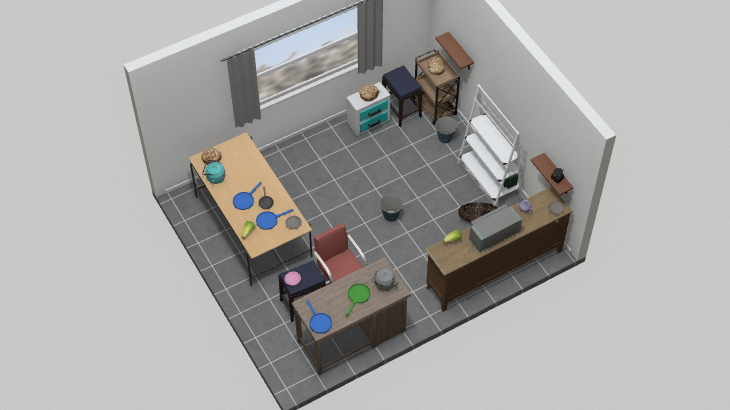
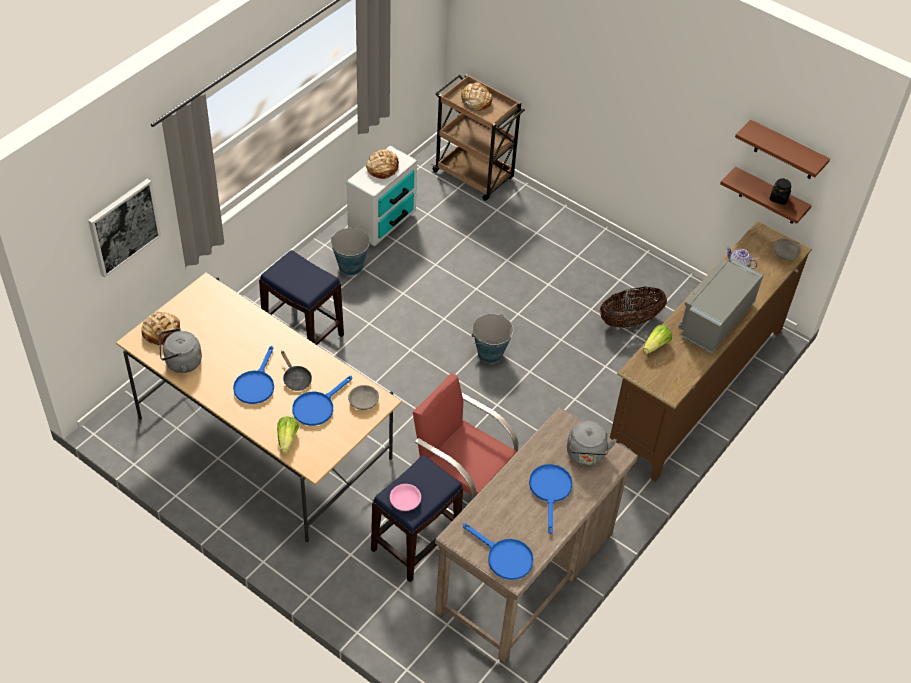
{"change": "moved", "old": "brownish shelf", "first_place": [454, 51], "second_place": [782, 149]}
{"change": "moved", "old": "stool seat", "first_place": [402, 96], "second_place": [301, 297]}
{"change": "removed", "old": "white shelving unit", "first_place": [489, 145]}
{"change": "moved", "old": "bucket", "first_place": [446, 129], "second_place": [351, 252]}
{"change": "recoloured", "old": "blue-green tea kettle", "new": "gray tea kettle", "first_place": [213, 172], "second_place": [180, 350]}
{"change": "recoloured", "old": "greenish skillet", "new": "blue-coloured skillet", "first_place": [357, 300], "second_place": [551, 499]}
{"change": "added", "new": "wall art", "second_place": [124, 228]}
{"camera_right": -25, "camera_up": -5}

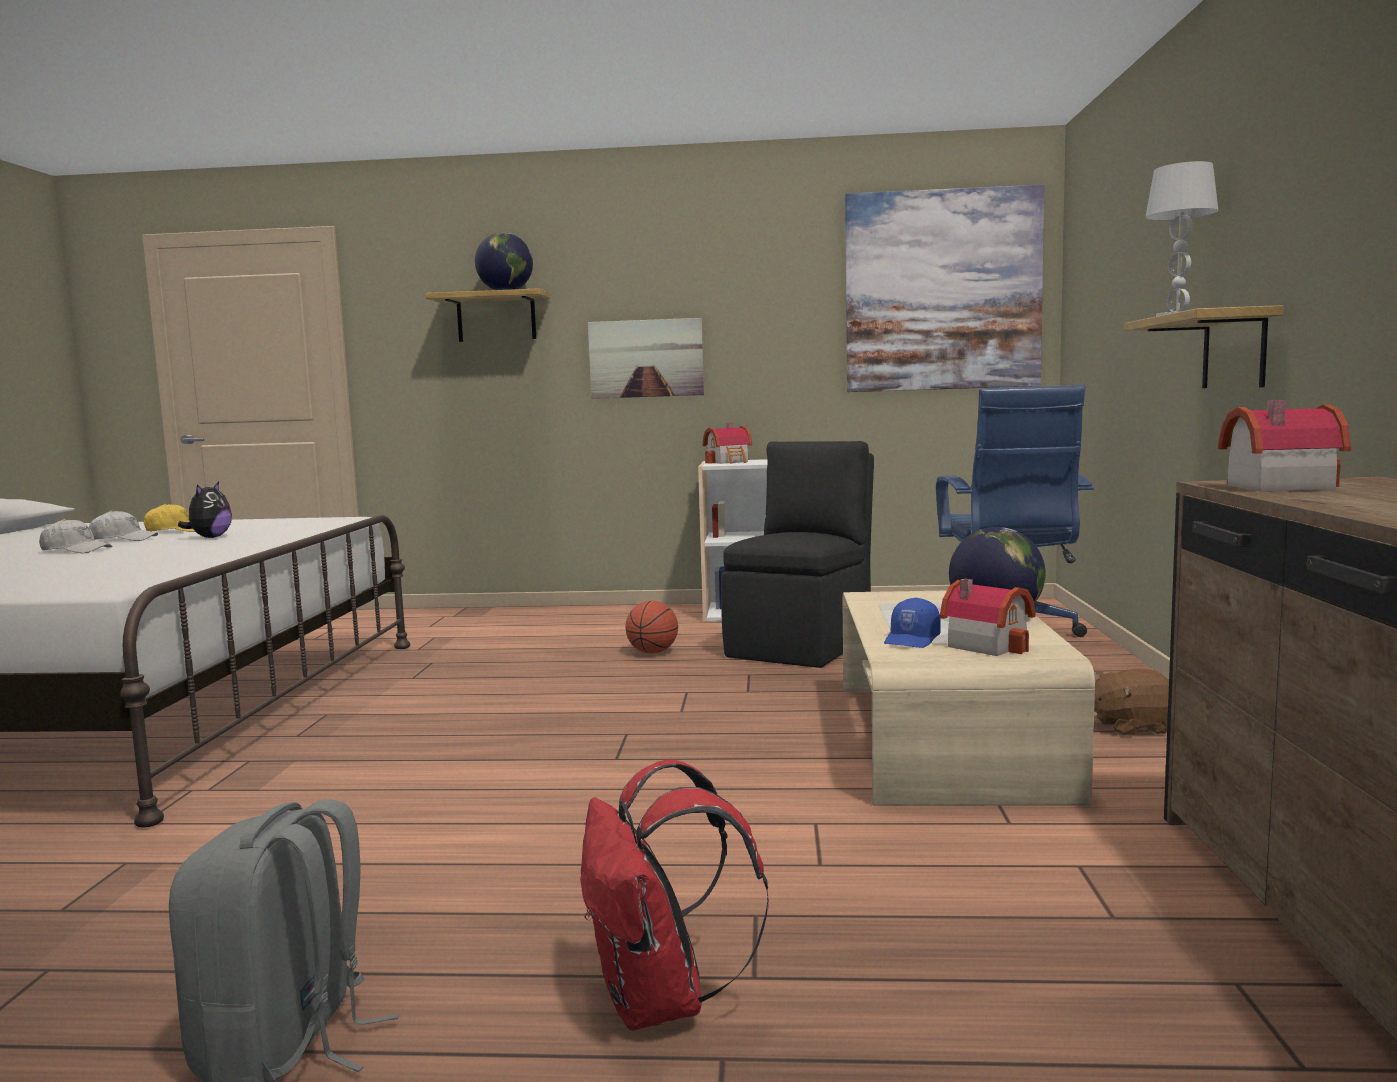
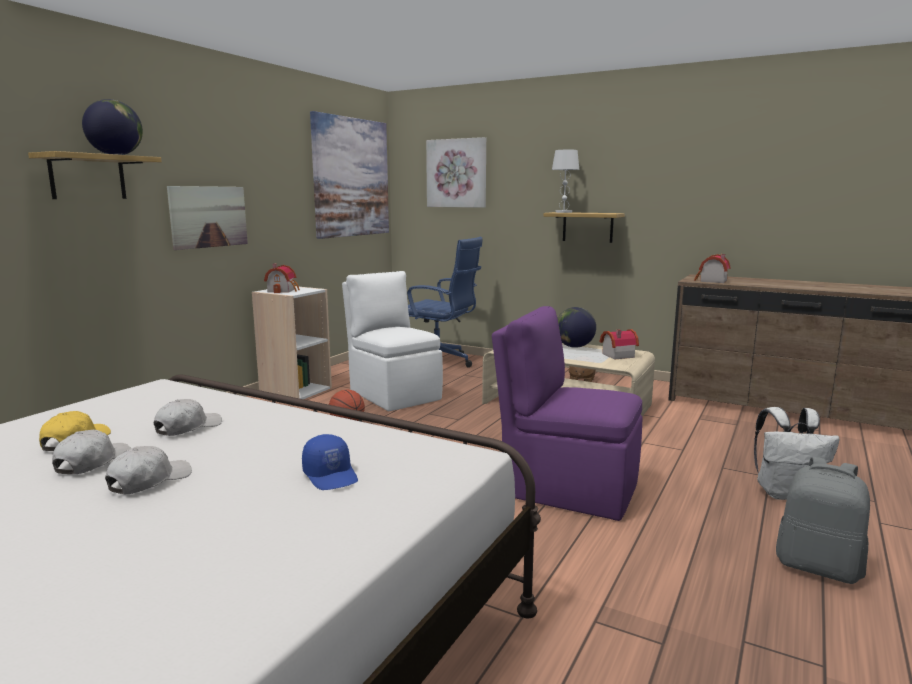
{"change": "recoloured", "old": "black-coloured chair", "new": "white chair", "first_place": [797, 554], "second_place": [392, 341]}
{"change": "replaced", "old": "plush toy", "new": "white cap", "first_place": [205, 510], "second_place": [188, 417]}
{"change": "moved", "old": "blue-coloured cap", "first_place": [912, 623], "second_place": [330, 462]}
{"change": "recoloured", "old": "red-coloured rucksack", "new": "white rucksack", "first_place": [674, 895], "second_place": [797, 453]}
{"change": "added", "new": "wall art", "second_place": [456, 172]}
{"change": "added", "new": "purple-coloured chair", "second_place": [567, 413]}
{"camera_right": -65, "camera_up": 5}

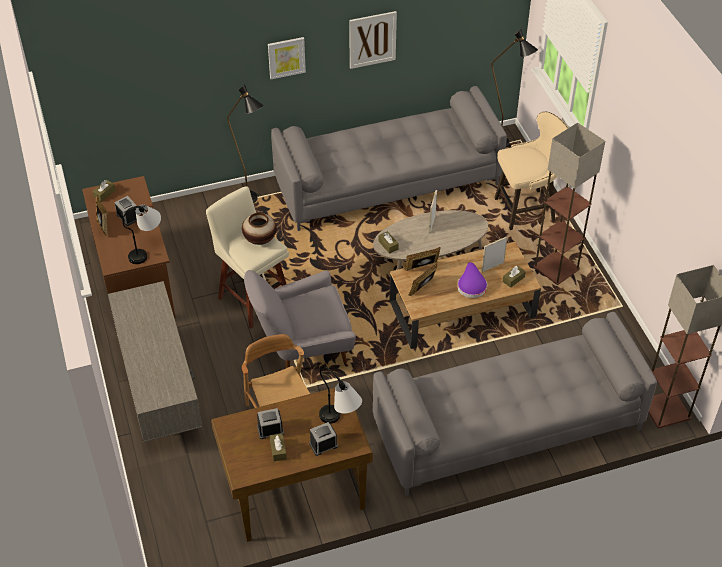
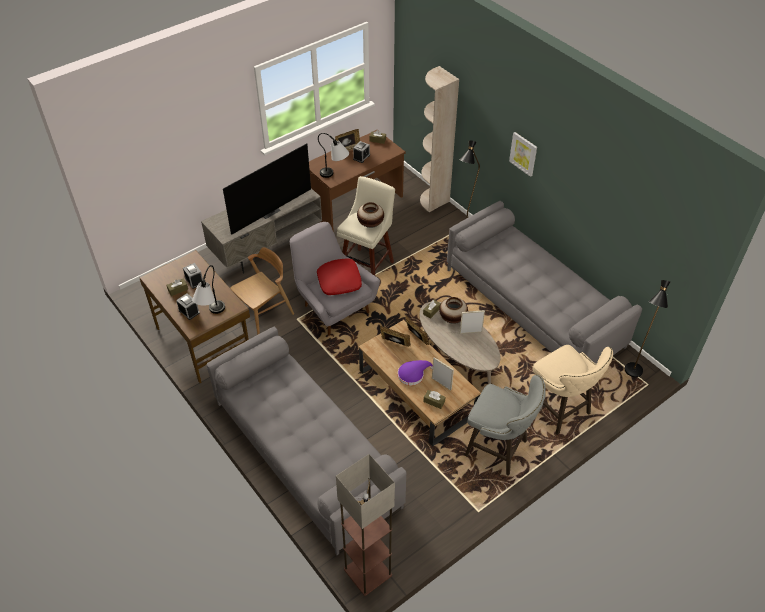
{"change": "removed", "old": "wall art", "first_place": [373, 40]}
{"change": "replaced", "old": "standard lamp", "new": "gray stool seat", "first_place": [569, 203], "second_place": [505, 425]}
{"change": "added", "new": "beige shelving unit", "second_place": [439, 139]}
{"change": "added", "new": "TV", "second_place": [267, 189]}
{"change": "added", "new": "red-coloured throw pillow", "second_place": [339, 277]}
{"change": "added", "new": "vase", "second_place": [453, 310]}
{"camera_right": 70, "camera_up": 0}

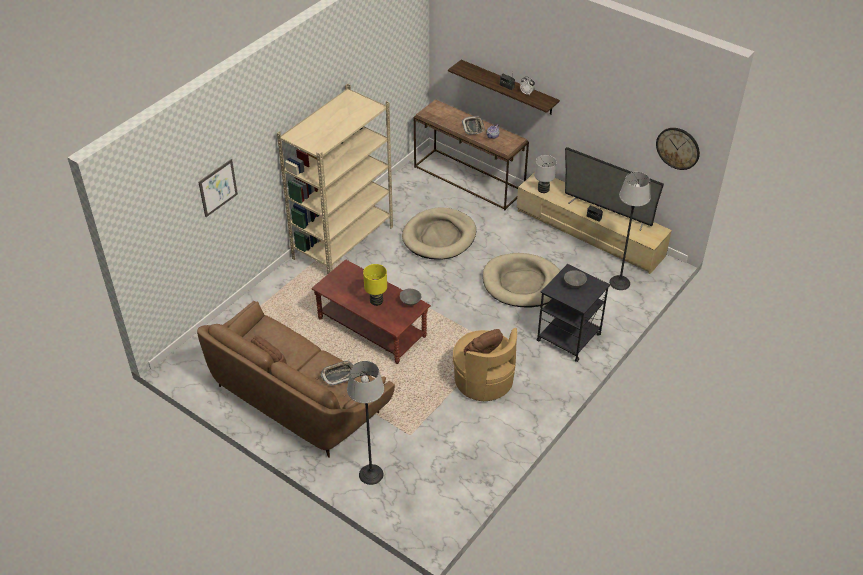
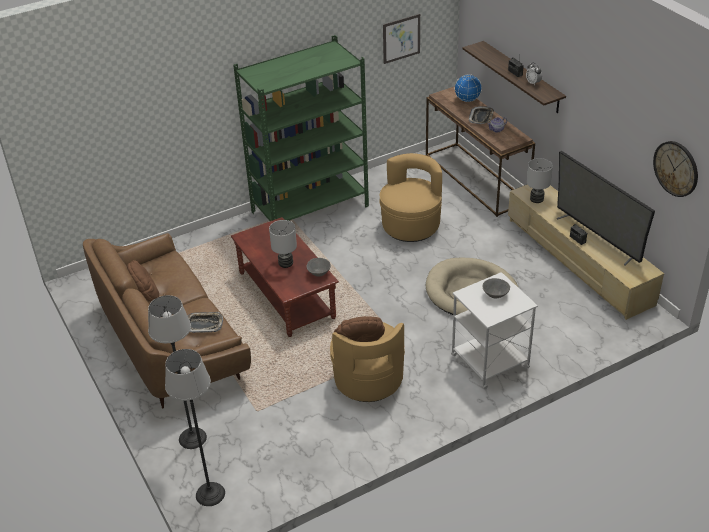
{"change": "recoloured", "old": "beige shelving unit", "new": "greenish shelving unit", "first_place": [335, 179], "second_place": [301, 128]}
{"change": "moved", "old": "wall art", "first_place": [218, 188], "second_place": [401, 39]}
{"change": "moved", "old": "standard lamp", "first_place": [630, 231], "second_place": [195, 427]}
{"change": "replaced", "old": "beige dog cushion", "new": "beige easy chair", "first_place": [439, 233], "second_place": [410, 197]}
{"change": "recoloured", "old": "yellow-coloured tabletop lamp", "new": "gray tabletop lamp", "first_place": [375, 285], "second_place": [283, 244]}
{"change": "recoloured", "old": "black-coloured trolley", "new": "white trolley", "first_place": [573, 313], "second_place": [494, 330]}
{"change": "added", "new": "world globe", "second_place": [468, 88]}
{"camera_right": 25, "camera_up": -5}

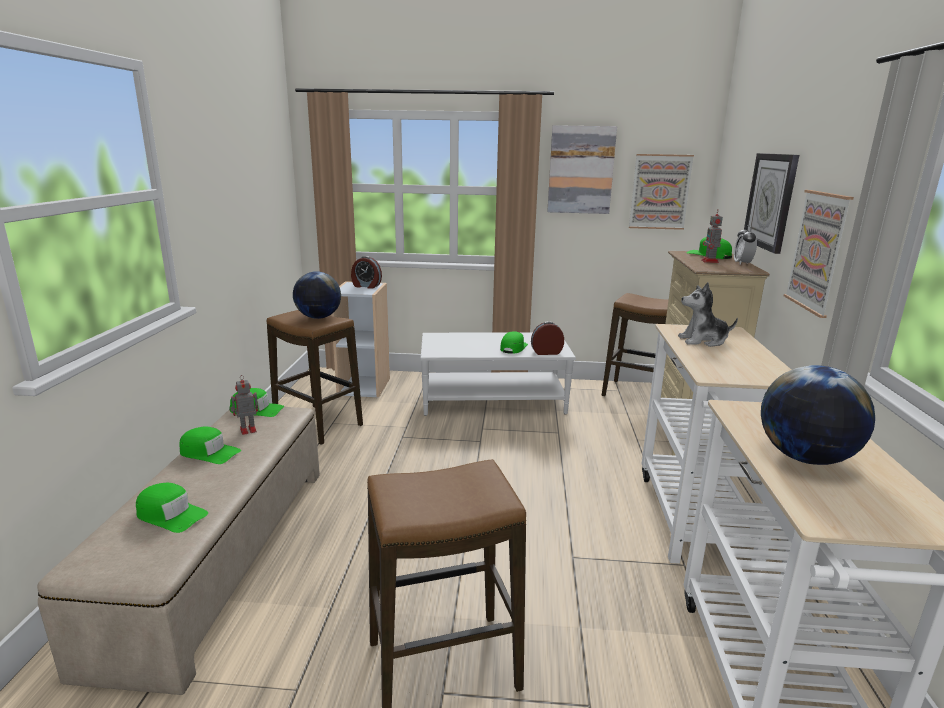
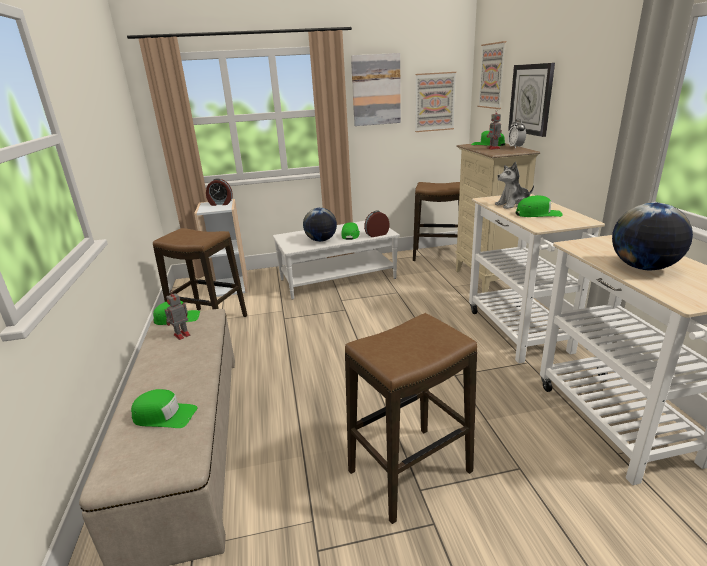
{"change": "moved", "old": "wall art", "first_place": [819, 254], "second_place": [492, 75]}
{"change": "moved", "old": "world globe", "first_place": [317, 295], "second_place": [320, 225]}
{"change": "moved", "old": "greenish cap", "first_place": [210, 445], "second_place": [539, 206]}
{"camera_right": -15, "camera_up": 5}

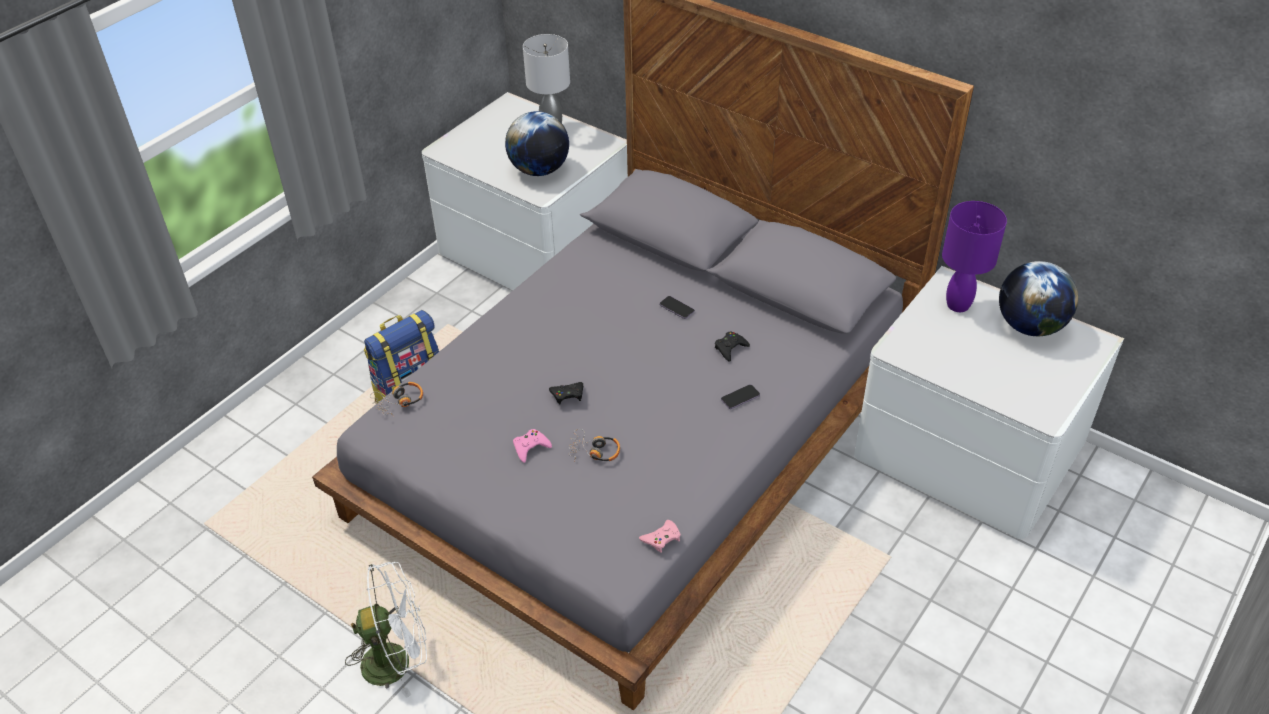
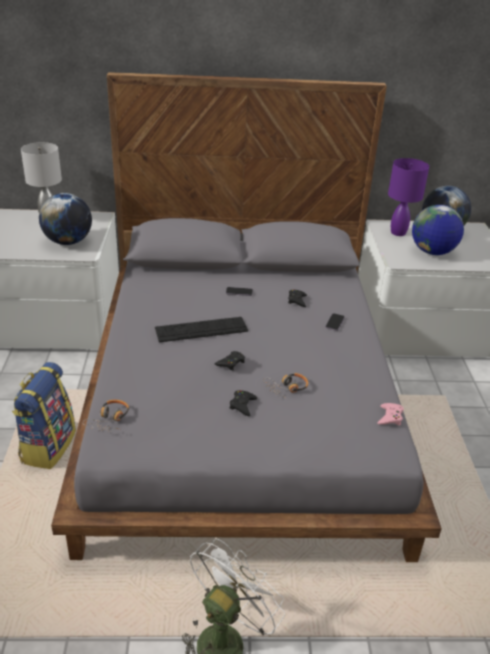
{"change": "recoloured", "old": "pinkish game controller", "new": "black-coloured game controller", "first_place": [532, 446], "second_place": [243, 403]}
{"change": "added", "new": "world globe", "second_place": [438, 230]}
{"change": "added", "new": "keyboard", "second_place": [201, 329]}
{"camera_right": -40, "camera_up": -10}

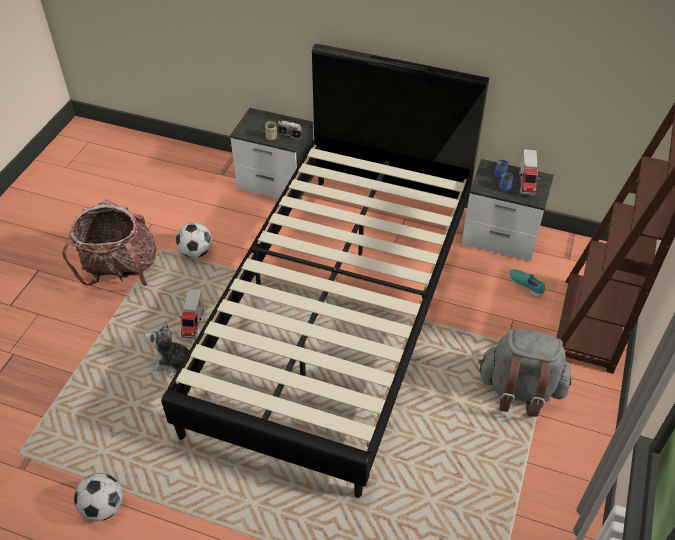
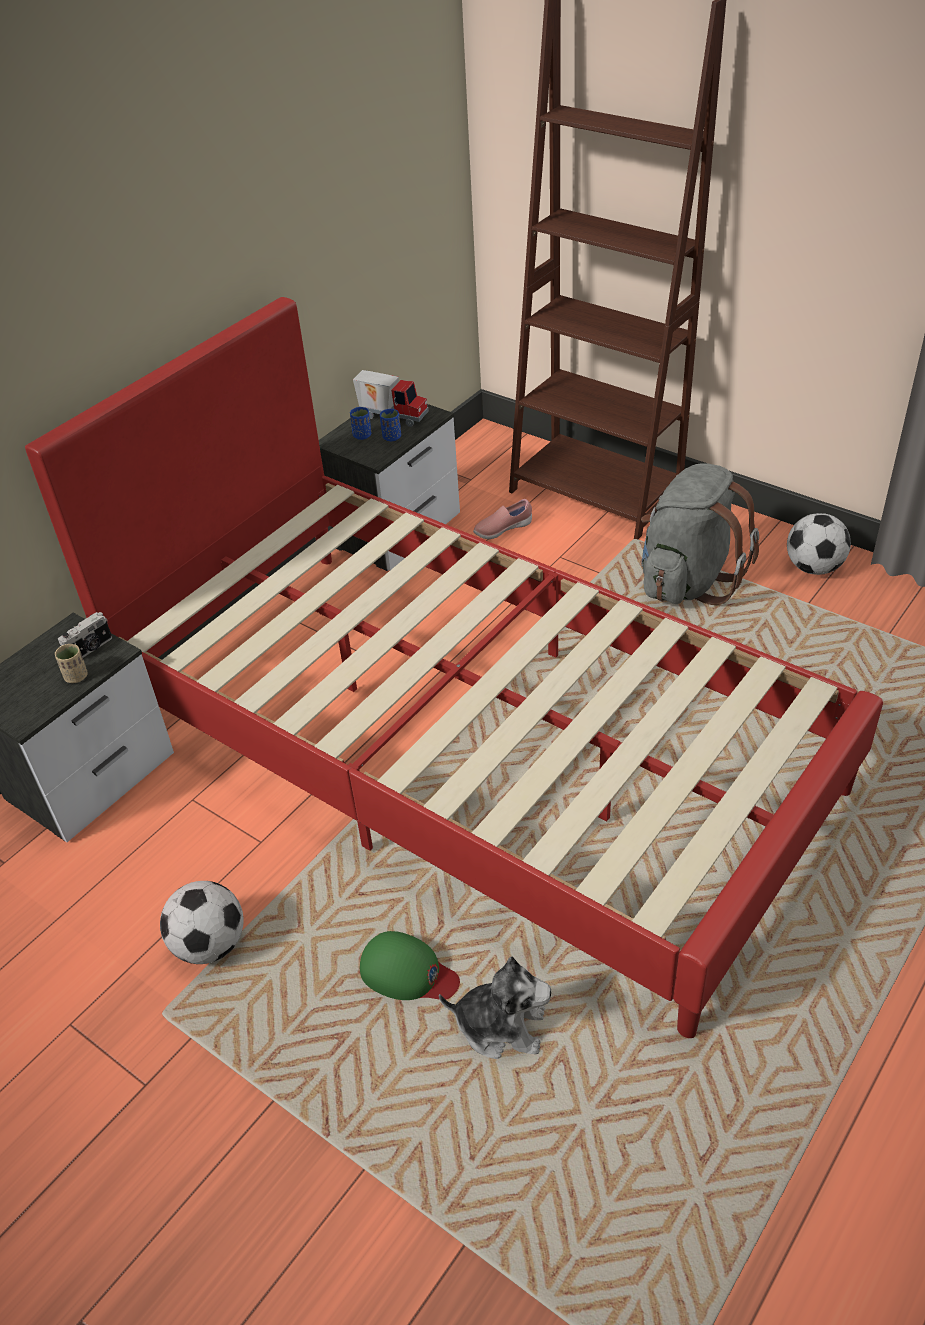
{"change": "recoloured", "old": "black-coloured bedroom bed", "new": "red-coloured bedroom bed", "first_place": [325, 271], "second_place": [454, 667]}
{"change": "removed", "old": "rucksack", "first_place": [109, 242]}
{"change": "recoloured", "old": "blue-green low shoe", "new": "pinkish low shoe", "first_place": [527, 283], "second_place": [502, 519]}
{"change": "replaced", "old": "model truck", "new": "greenish cap", "first_place": [192, 314], "second_place": [410, 965]}
{"change": "turned", "old": "plush toy", "first_place": [166, 349], "second_place": [495, 1007], "degrees": -105}
{"change": "moved", "old": "ball for football", "first_place": [98, 497], "second_place": [819, 544]}
{"camera_right": -70, "camera_up": -5}

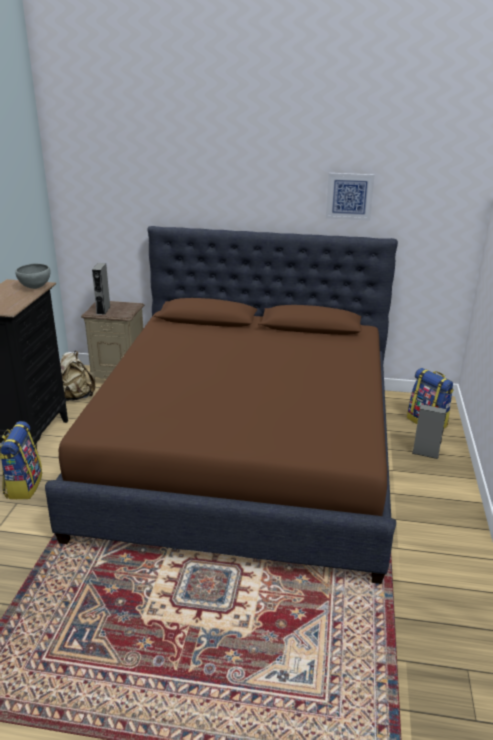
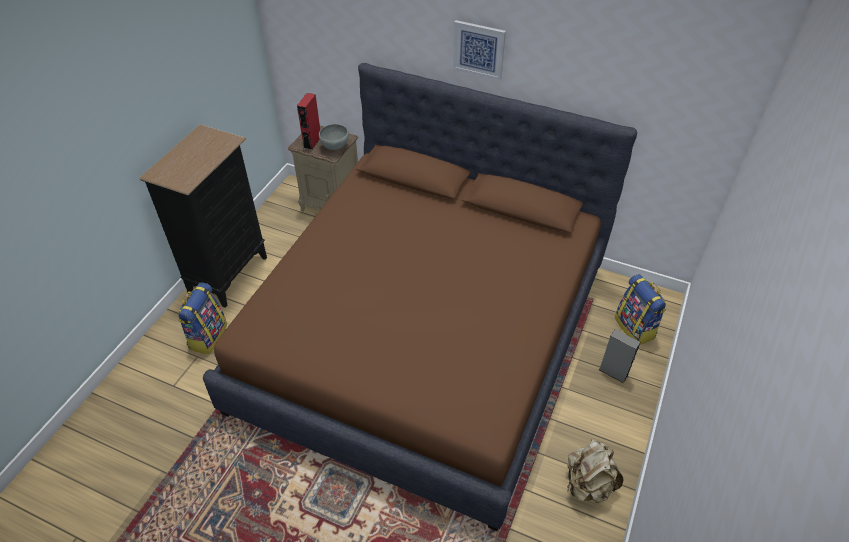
{"change": "moved", "old": "wall art", "first_place": [350, 197], "second_place": [479, 50]}
{"change": "recoloured", "old": "gray speaker", "new": "red-coloured speaker", "first_place": [101, 289], "second_place": [308, 121]}
{"change": "moved", "old": "gray bowl", "first_place": [32, 276], "second_place": [334, 137]}
{"change": "moved", "old": "beige rucksack", "first_place": [78, 376], "second_place": [595, 471]}
{"camera_right": 15, "camera_up": 20}

